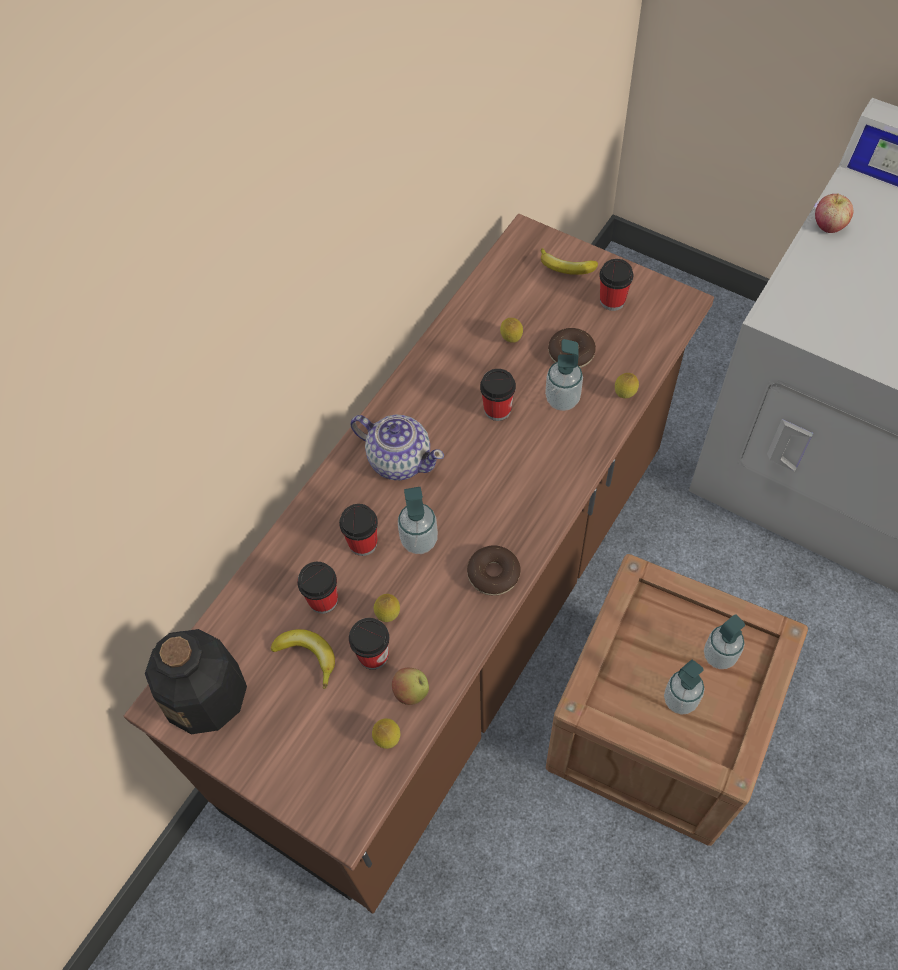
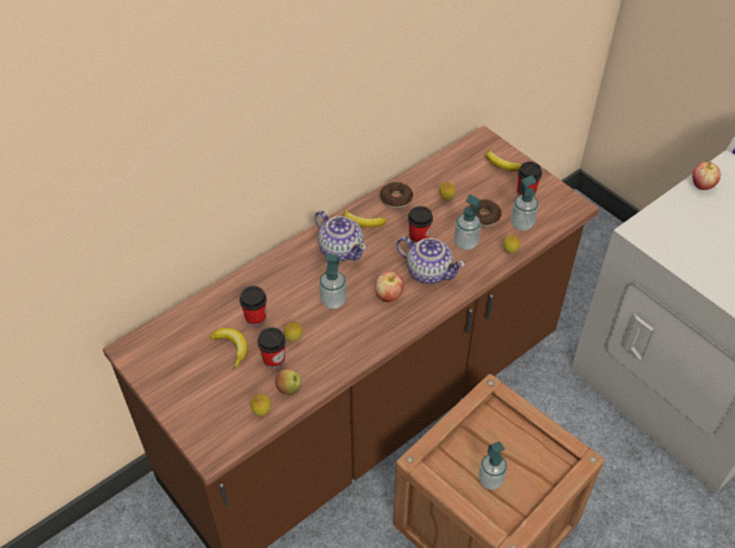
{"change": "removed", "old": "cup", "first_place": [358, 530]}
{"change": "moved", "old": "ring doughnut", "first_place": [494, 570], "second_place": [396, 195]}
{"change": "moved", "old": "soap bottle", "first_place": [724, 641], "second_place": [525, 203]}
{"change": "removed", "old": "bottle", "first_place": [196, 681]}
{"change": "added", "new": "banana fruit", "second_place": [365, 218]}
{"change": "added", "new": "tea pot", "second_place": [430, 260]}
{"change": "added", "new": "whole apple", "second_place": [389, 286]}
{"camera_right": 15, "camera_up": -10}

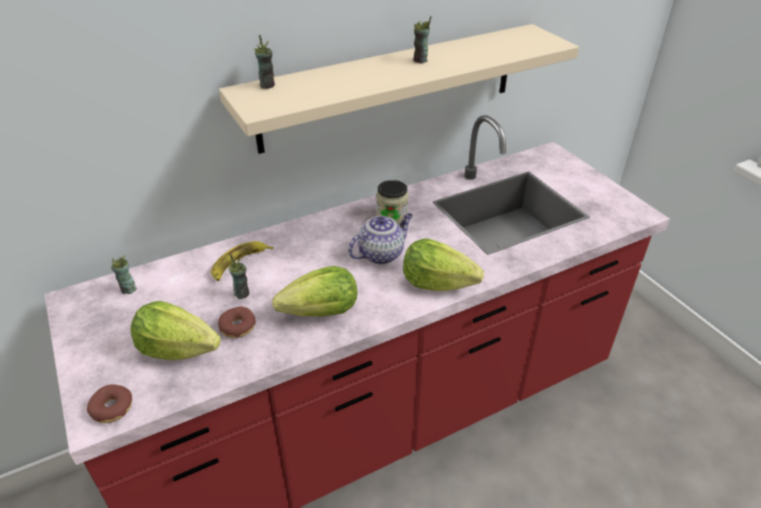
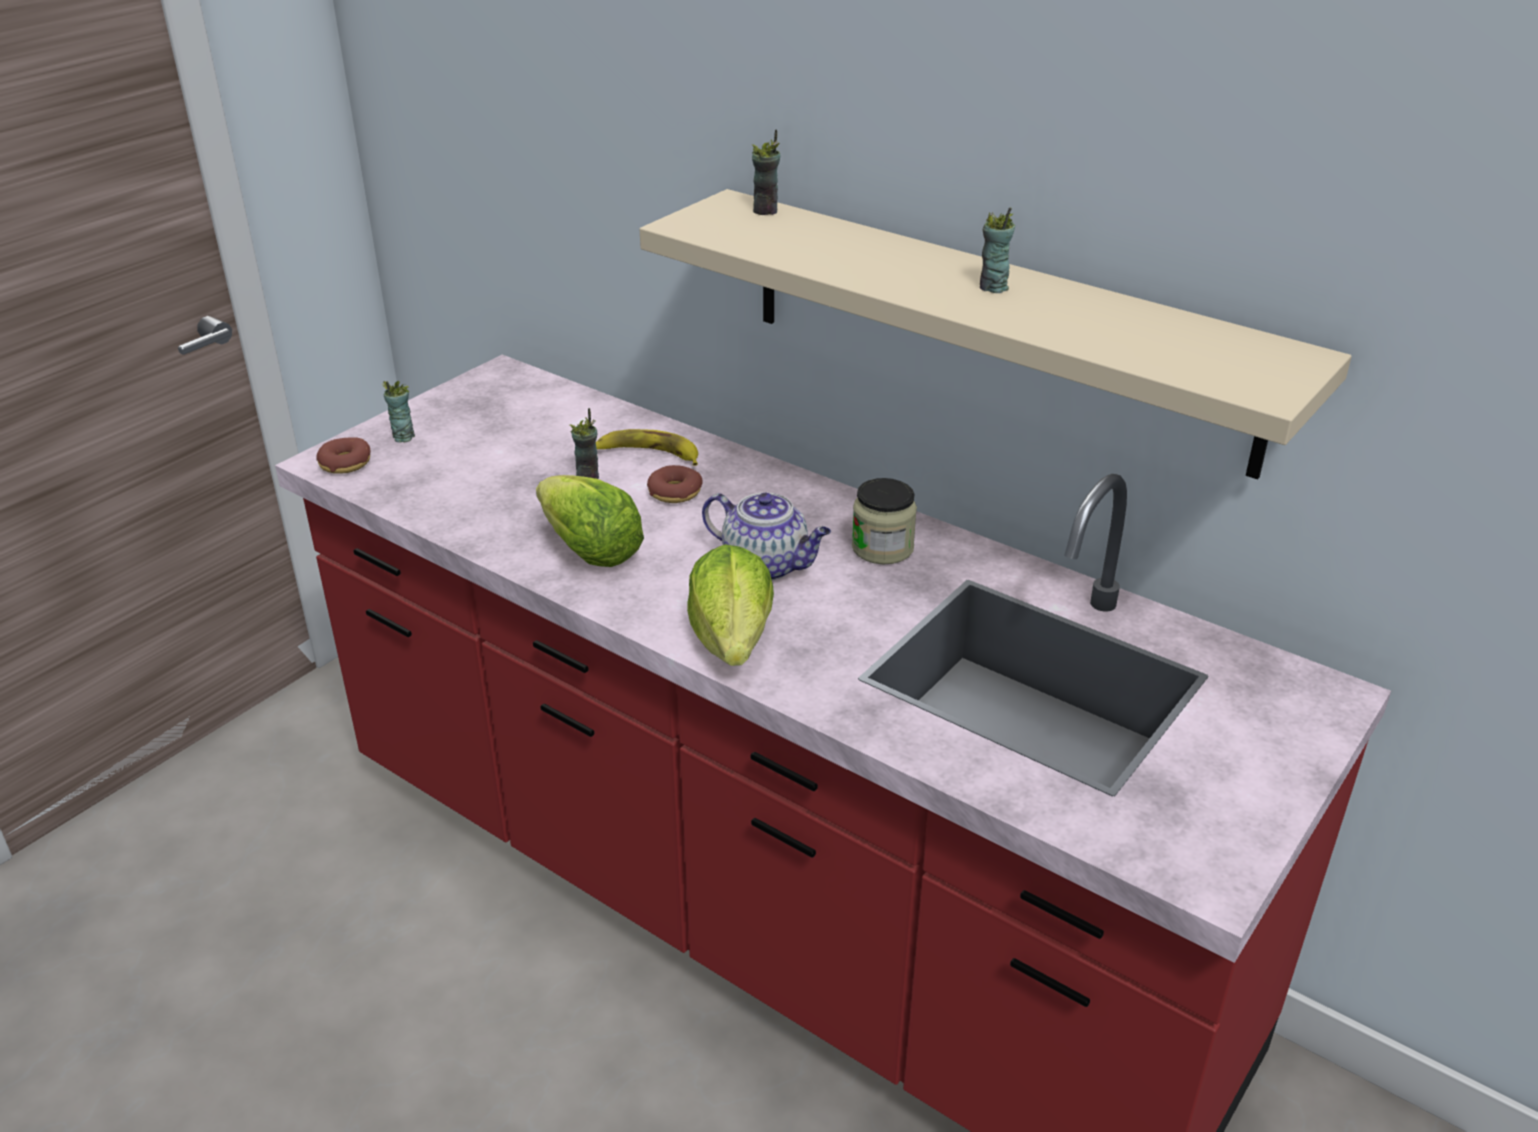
{"change": "moved", "old": "cup", "first_place": [124, 274], "second_place": [398, 411]}
{"change": "removed", "old": "head of lettuce", "first_place": [176, 330]}
{"change": "moved", "old": "ring doughnut", "first_place": [237, 322], "second_place": [675, 484]}
{"camera_right": 65, "camera_up": -5}

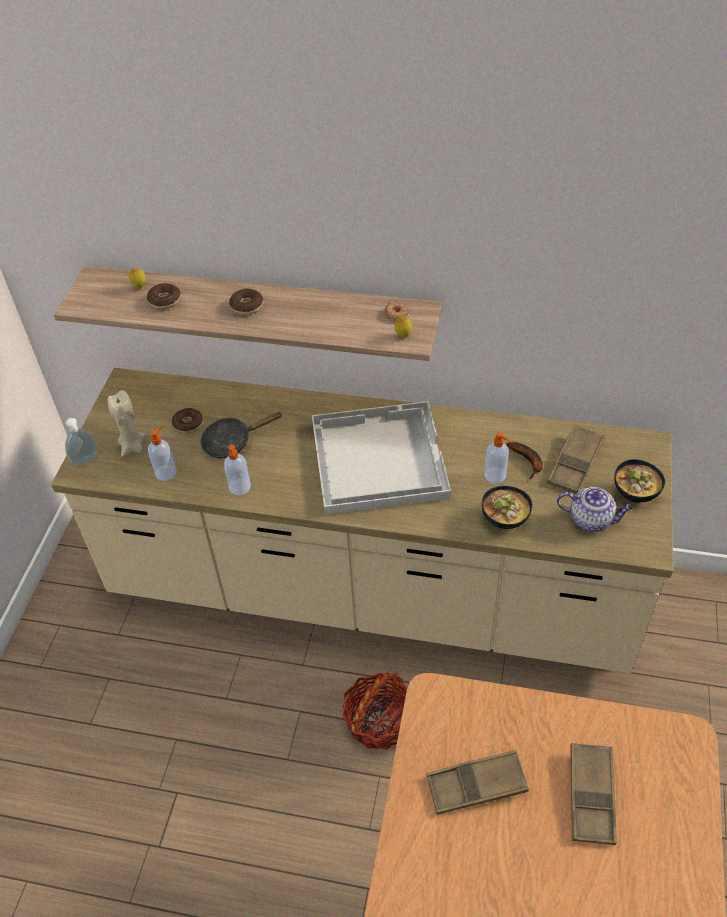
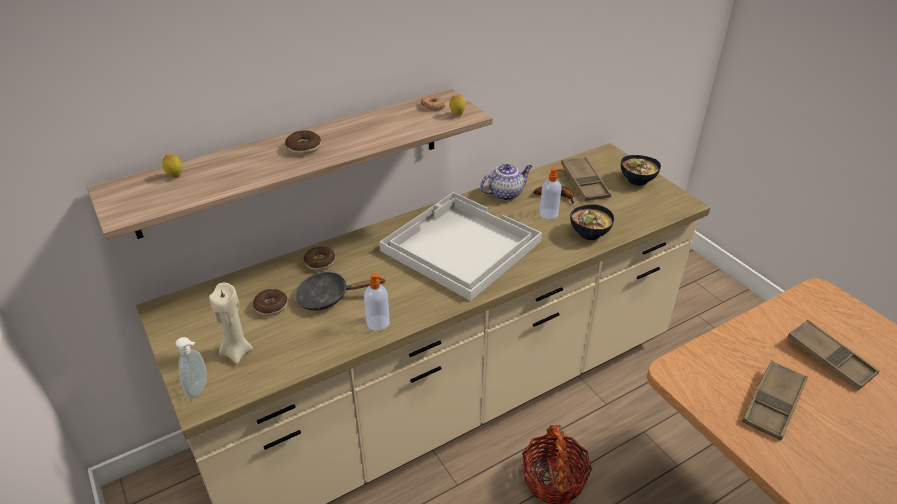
{"change": "moved", "old": "ring doughnut", "first_place": [164, 296], "second_place": [319, 258]}
{"change": "turned", "old": "black-coloured skillet", "first_place": [241, 435], "second_place": [340, 291], "degrees": 60}
{"change": "removed", "old": "soap bottle", "first_place": [162, 453]}
{"change": "moved", "old": "tea pot", "first_place": [595, 509], "second_place": [506, 182]}
{"camera_right": -45, "camera_up": -10}

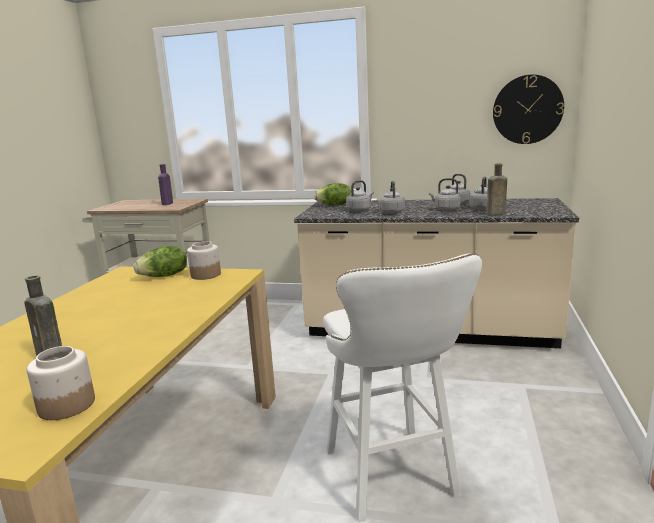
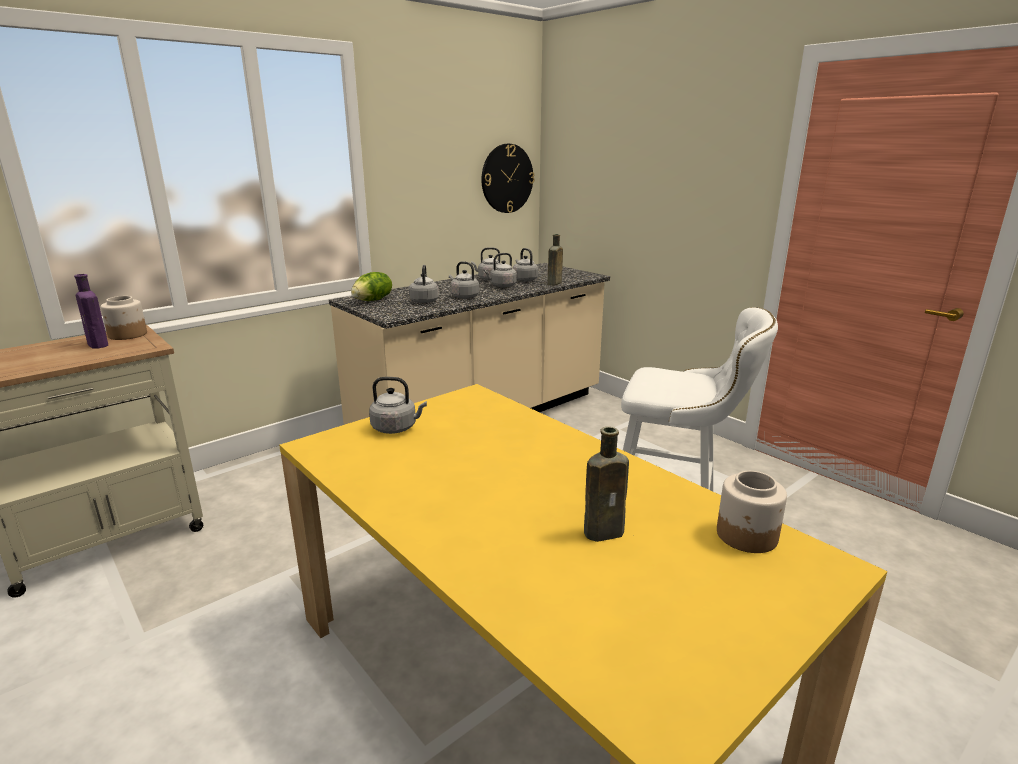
{"change": "moved", "old": "storage jar", "first_place": [204, 260], "second_place": [124, 318]}
{"change": "replaced", "old": "head of lettuce", "new": "gray tea kettle", "first_place": [160, 261], "second_place": [398, 405]}
{"camera_right": -55, "camera_up": 5}

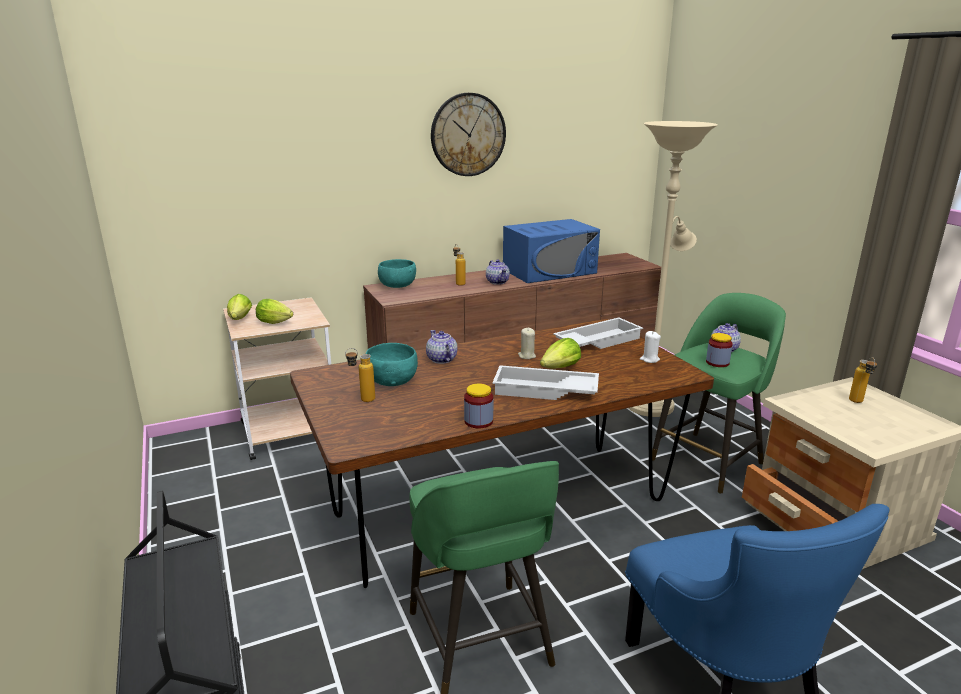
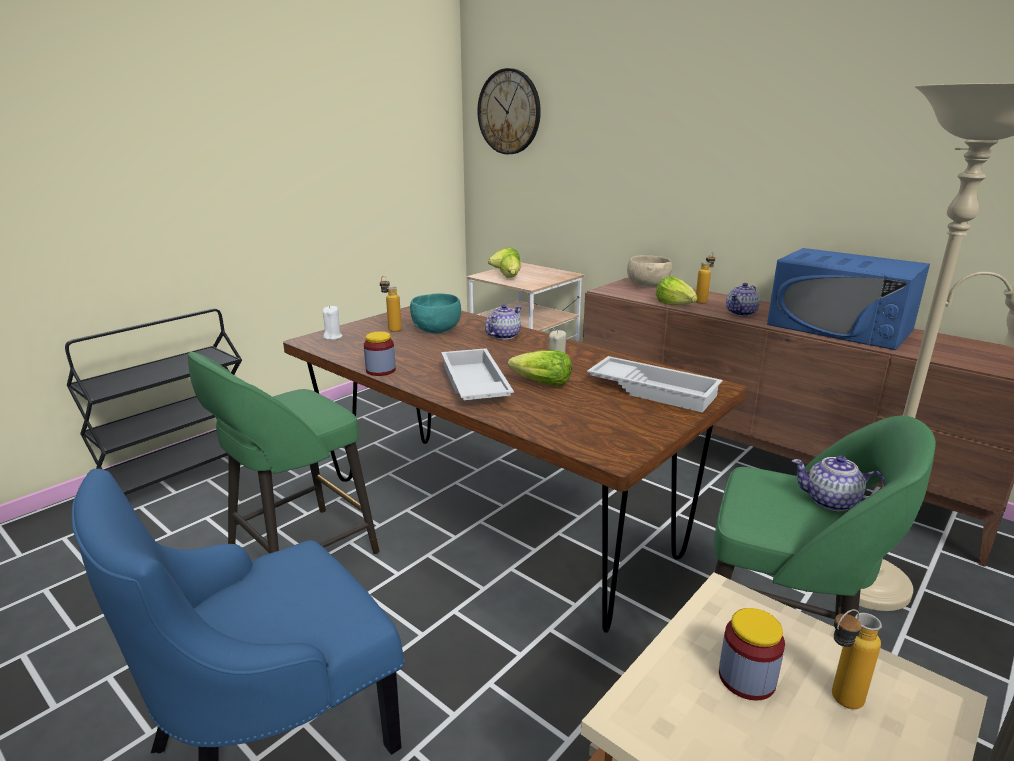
{"change": "moved", "old": "hanging clock", "first_place": [468, 134], "second_place": [509, 111]}
{"change": "recoloured", "old": "blue-green bowl", "new": "beige bowl", "first_place": [397, 273], "second_place": [649, 271]}
{"change": "moved", "old": "white wax light", "first_place": [650, 347], "second_place": [333, 323]}
{"change": "moved", "old": "storage jar", "first_place": [719, 350], "second_place": [752, 654]}
{"change": "added", "new": "head of lettuce", "second_place": [676, 290]}
{"camera_right": 65, "camera_up": 0}

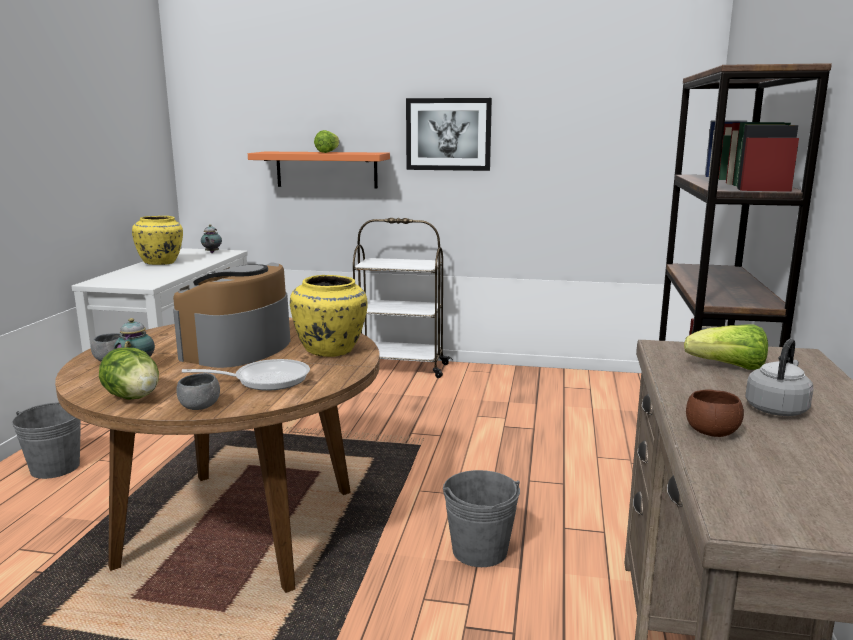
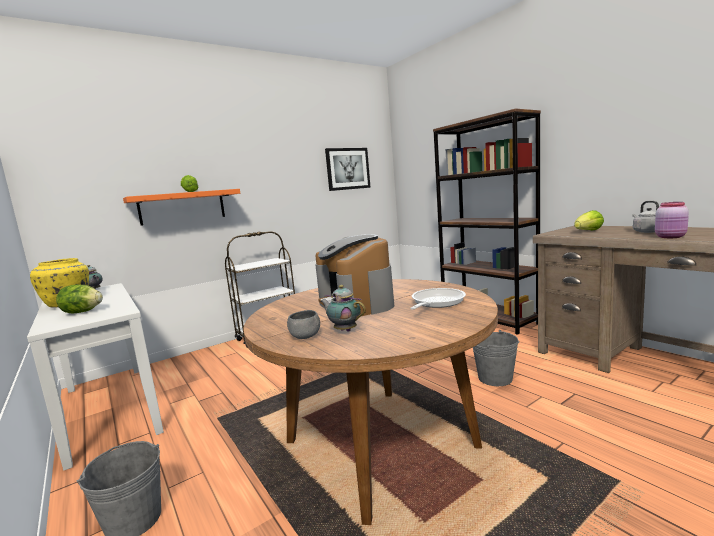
{"change": "moved", "old": "wall art", "first_place": [449, 134], "second_place": [348, 169]}
{"change": "removed", "old": "yellow-coloured vase", "first_place": [329, 316]}
{"change": "moved", "old": "head of lettuce", "first_place": [129, 373], "second_place": [79, 299]}
{"change": "removed", "old": "gray bowl", "first_place": [198, 391]}
{"change": "replaced", "old": "brownish bowl", "new": "pinkish storage jar", "first_place": [715, 413], "second_place": [672, 220]}
{"camera_right": -45, "camera_up": -5}

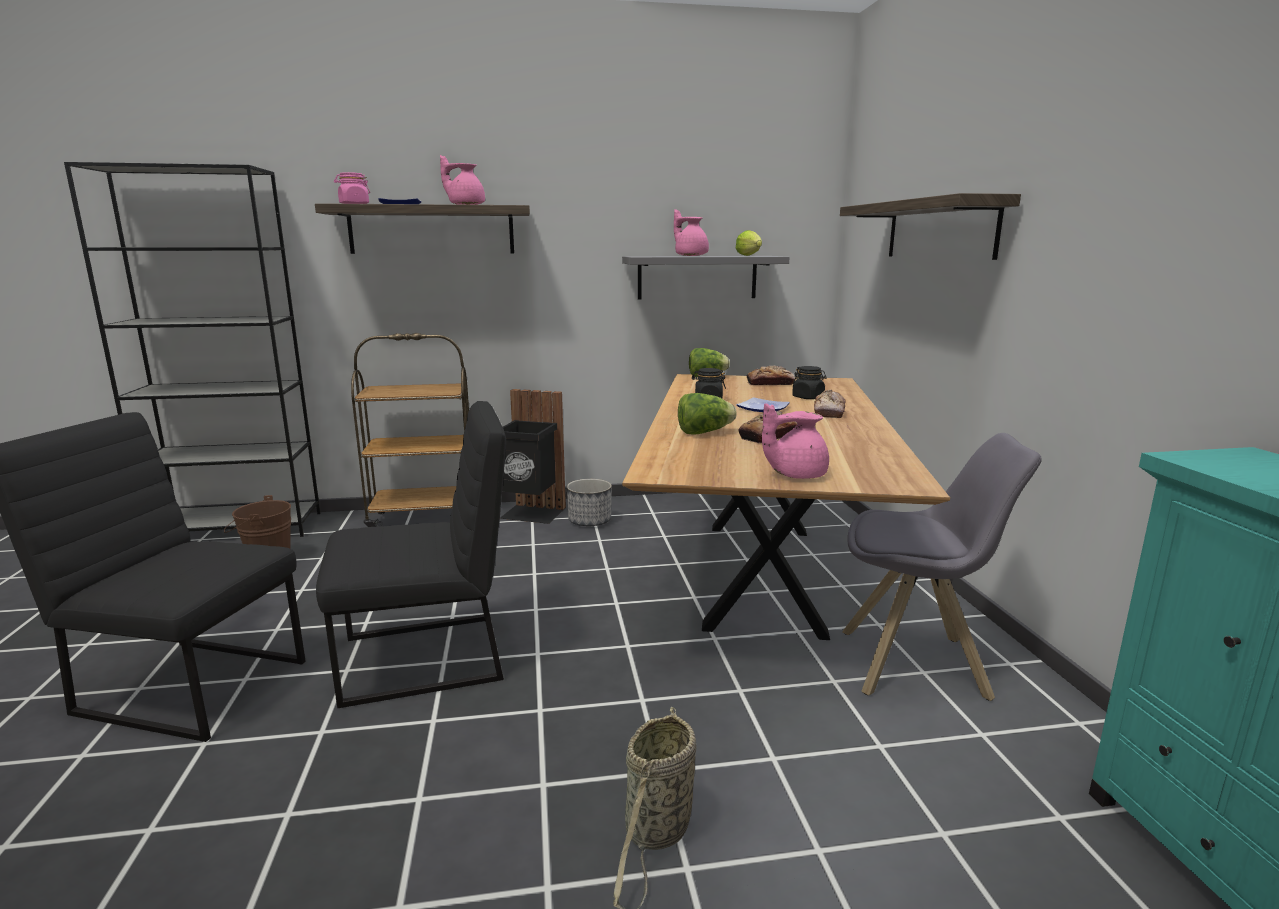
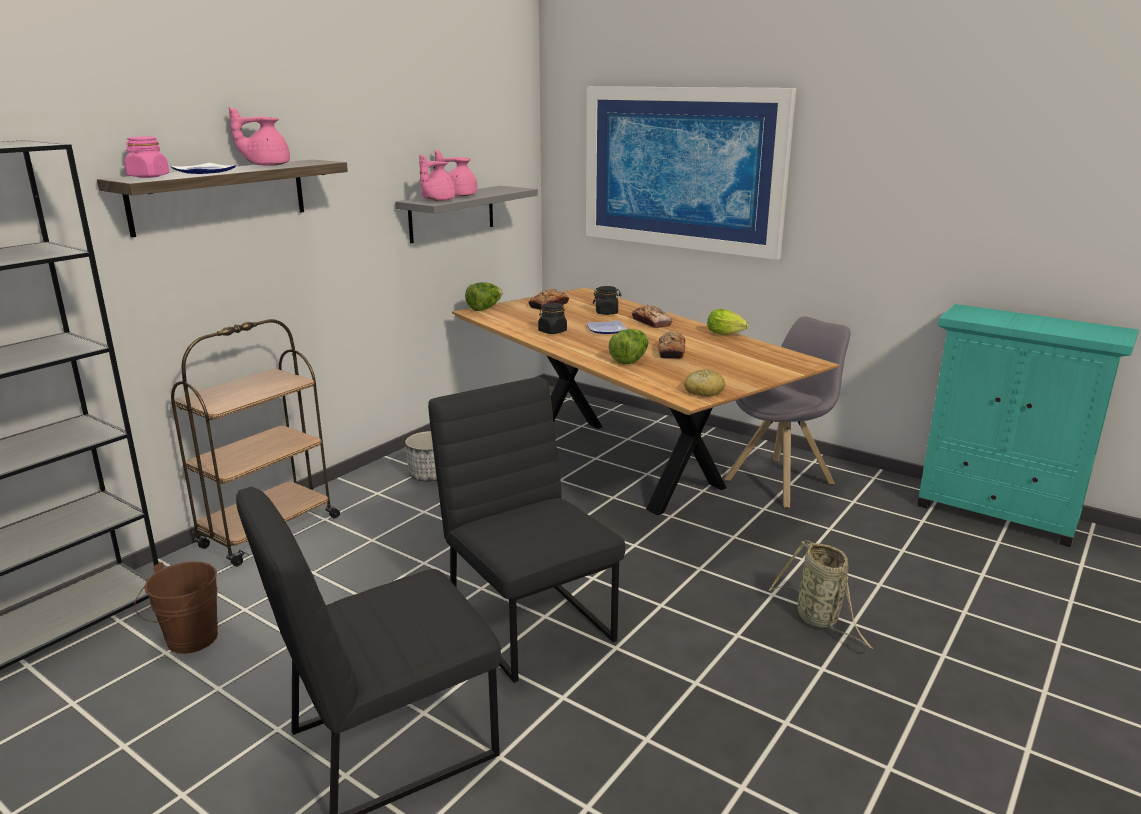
{"change": "replaced", "old": "shelf", "new": "wall art", "first_place": [930, 226], "second_place": [691, 173]}
{"change": "moved", "old": "head of lettuce", "first_place": [749, 243], "second_place": [727, 322]}
{"change": "removed", "old": "black-coloured waste bin", "first_place": [533, 456]}
{"change": "turned", "old": "black-coloured chair", "first_place": [411, 554], "second_place": [526, 530], "degrees": -60}
{"change": "moved", "old": "pinkish tea pot", "first_place": [795, 441], "second_place": [437, 178]}
{"change": "added", "new": "baked bread", "second_place": [704, 383]}
{"camera_right": -45, "camera_up": 5}

